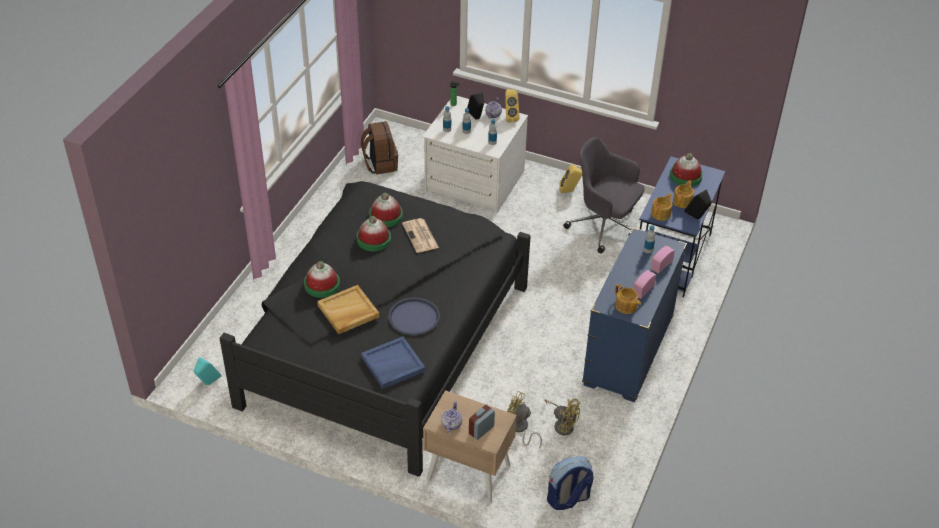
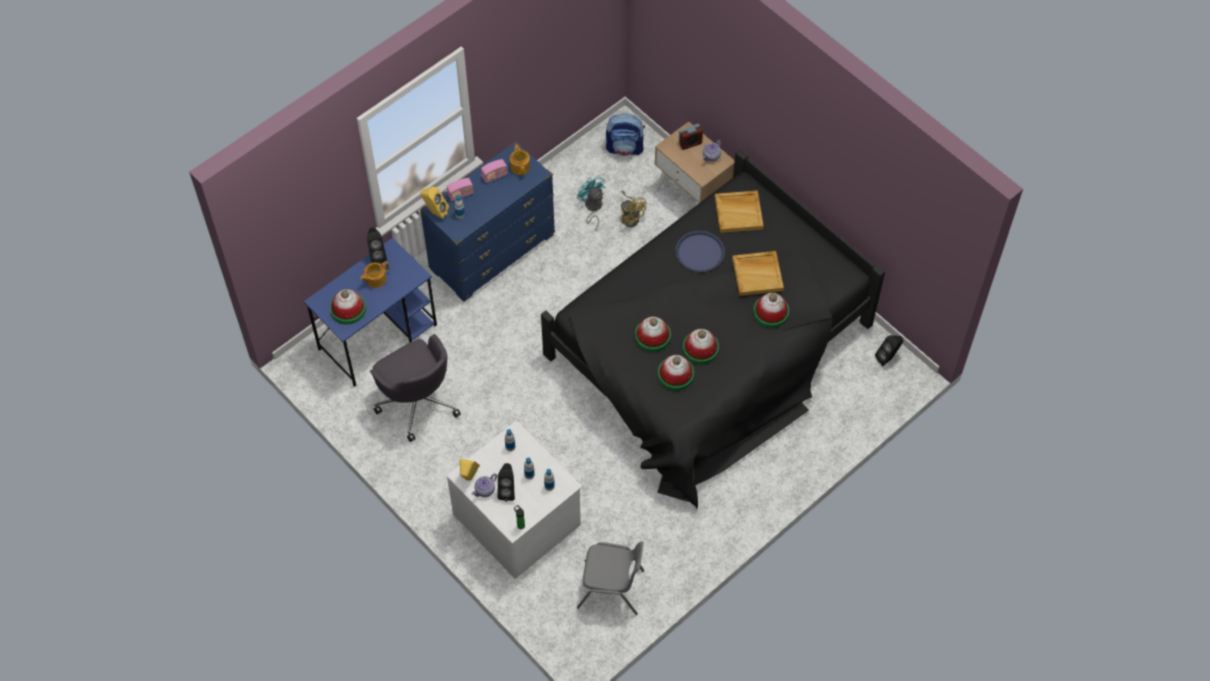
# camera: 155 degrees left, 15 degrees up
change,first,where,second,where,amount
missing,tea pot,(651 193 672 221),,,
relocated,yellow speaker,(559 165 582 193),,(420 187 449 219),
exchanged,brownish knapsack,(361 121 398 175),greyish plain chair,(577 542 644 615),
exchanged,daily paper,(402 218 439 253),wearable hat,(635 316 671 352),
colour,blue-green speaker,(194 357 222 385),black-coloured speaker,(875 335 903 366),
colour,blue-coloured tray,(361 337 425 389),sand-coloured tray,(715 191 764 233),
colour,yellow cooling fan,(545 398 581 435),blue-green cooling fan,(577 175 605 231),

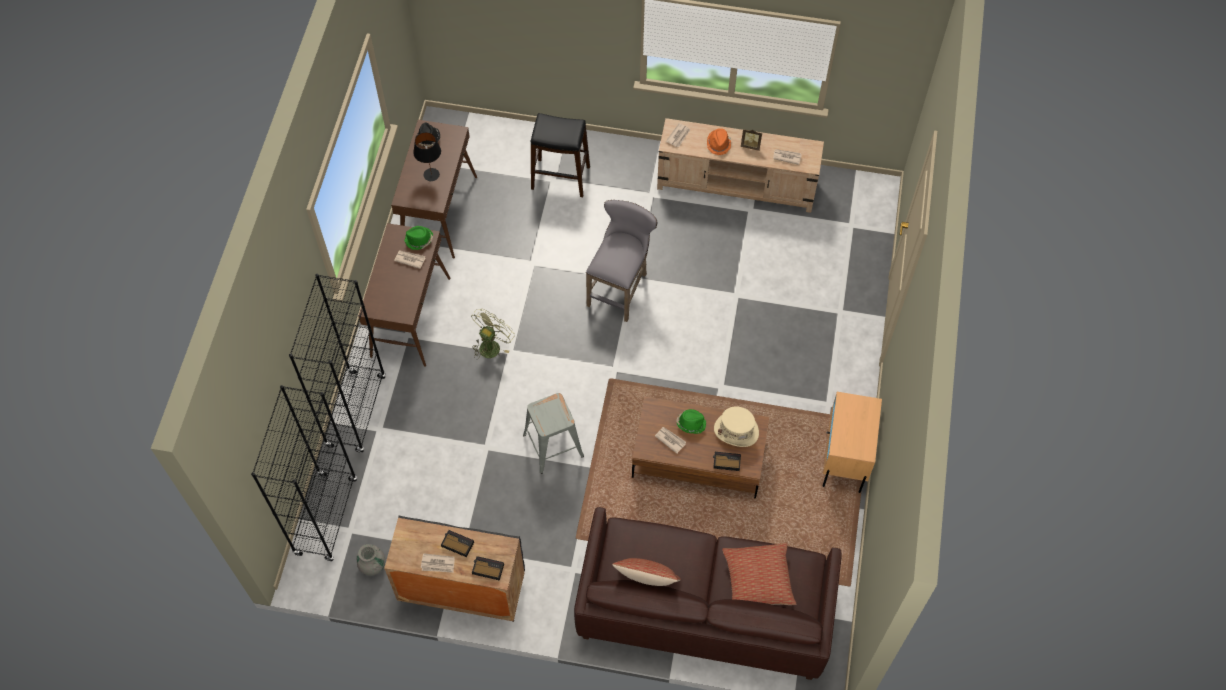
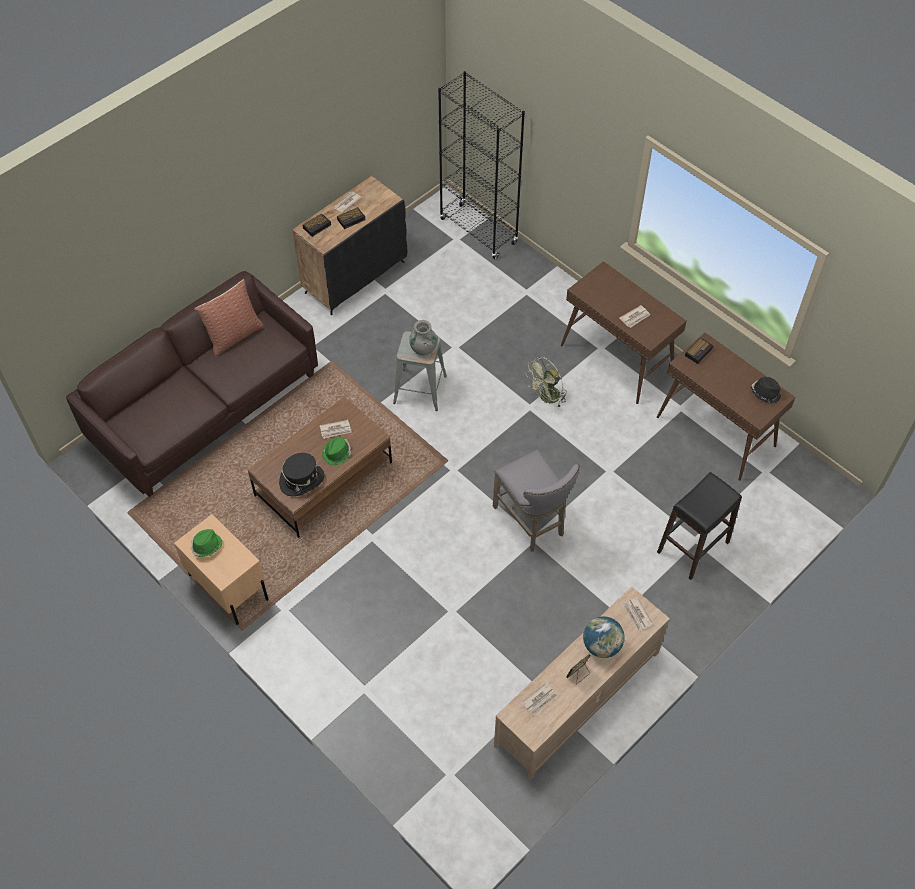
# camera: 125 degrees right, 5 degrees down
change,first,where,second,where,amount
missing,black-coloured shelving unit,(289 274 386 453),,,
missing,black-coloured tabletop lamp,(413 132 441 181),,,
missing,throw pillow,(722 543 796 605),,,
relocated,greyish vase,(357 544 385 576),,(409 320 438 355),
relocated,greenish wearable hat,(404 226 433 250),,(191 529 222 557),
relocated,alarm clock,(713 452 741 471),,(685 337 714 364),
exchanged,orange wearable hat,(707 128 731 155),desk globe,(583 616 624 658),
colour,sand-coloured wearable hat,(714 406 759 447),black-coloured wearable hat,(279 453 324 496),
spun,greenish cooling fan,(471 309 515 359),,(526 356 567 407),75 degrees clockwise

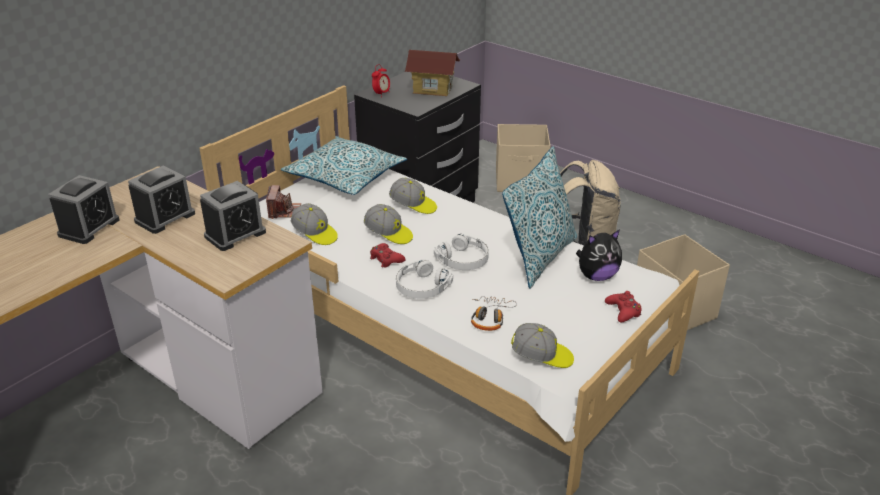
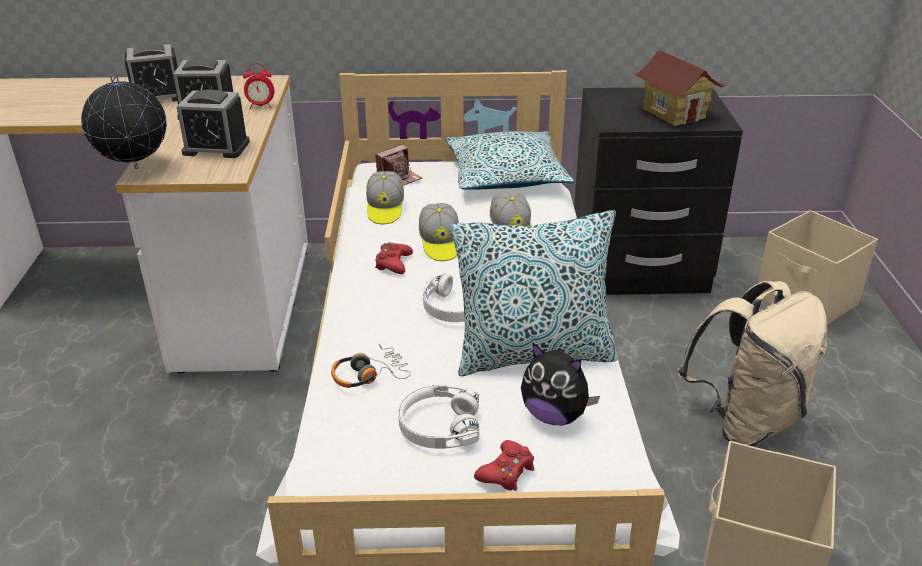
# camera: 50 degrees right, 0 degrees up
change,first,where,second,where,amount
missing,baseball cap,(511 323 574 368),,,
appeared,,,desk globe,(81 74 167 169),
relocated,alarm clock,(372 64 390 96),,(243 63 274 109),
relocated,white pair of headphones,(396 259 453 299),,(398 385 479 448),

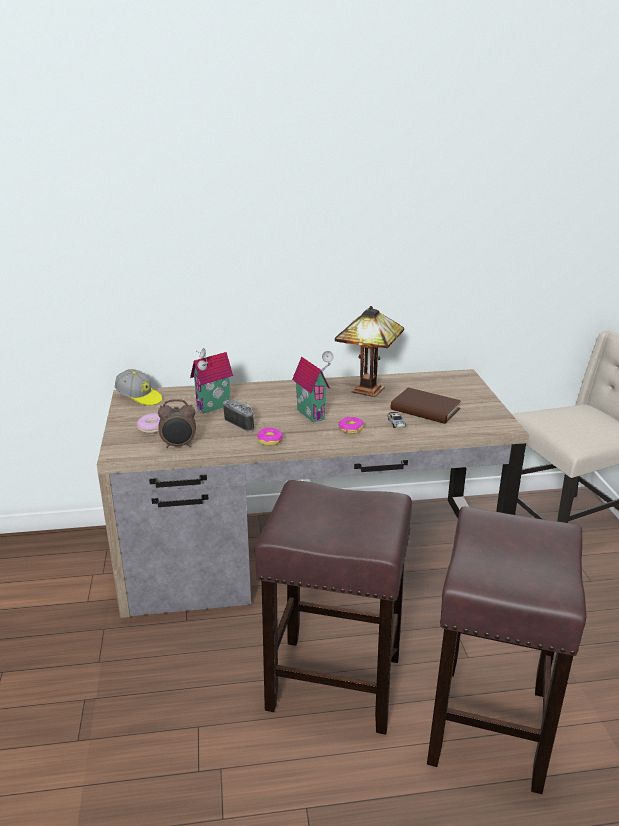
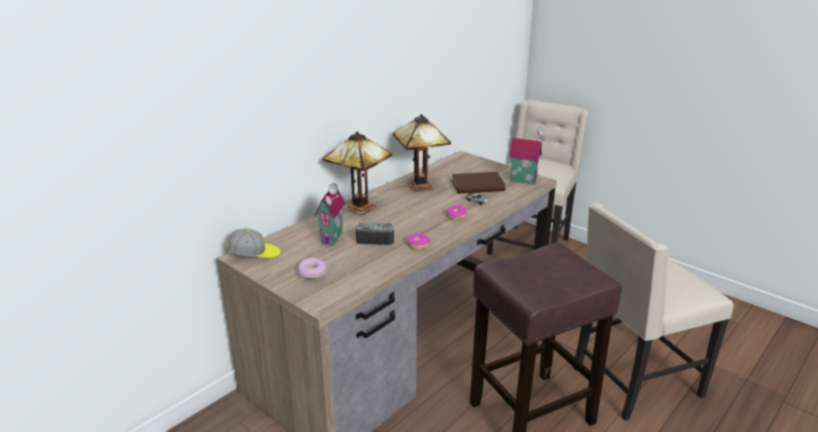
# camera: 40 degrees left, 0 degrees up
change,first,where,second,where,amount
missing,alarm clock,(158 399 196 448),,,
appeared,,,tabletop lamp,(323 131 392 215),
relocated,model house,(292 351 334 422),,(509 126 543 185),
exchanged,brownish sitting stool,(427 507 586 794),sand-coloured plain chair,(573 203 734 421),

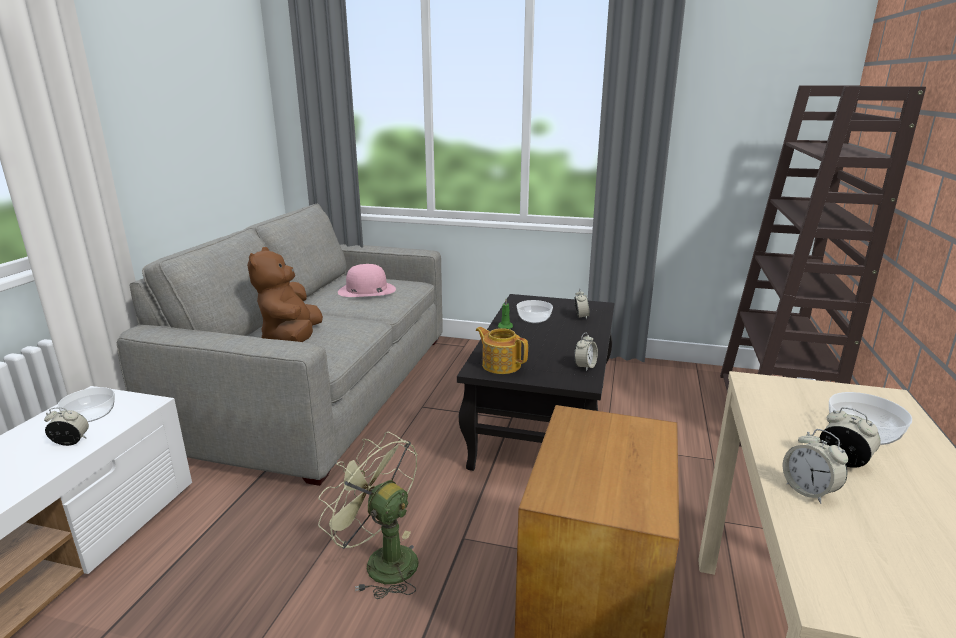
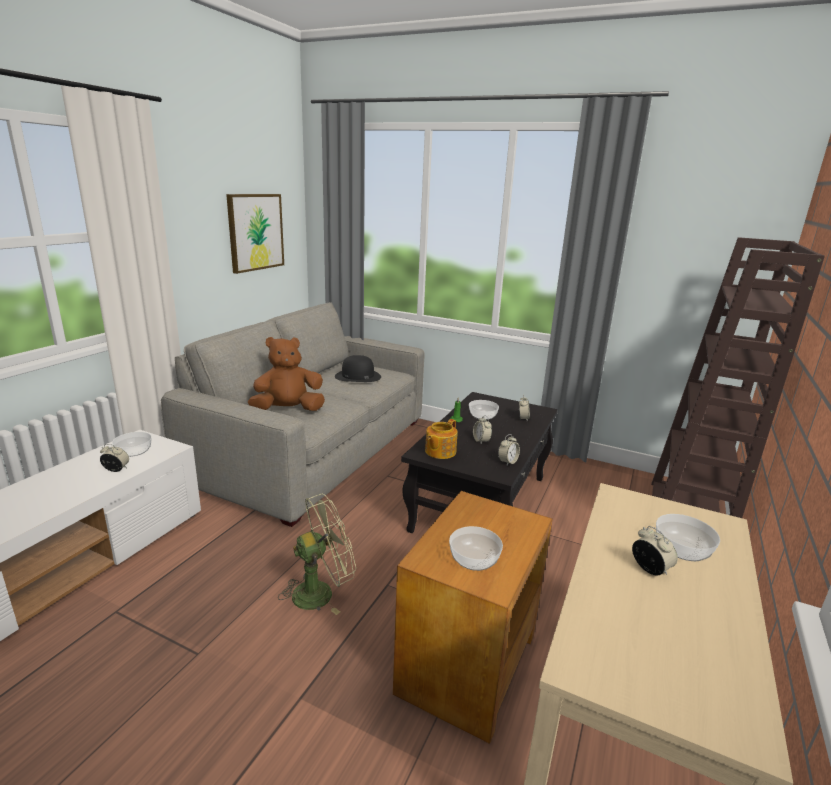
# camera: 10 degrees right, 0 degrees up
change,first,where,second,where,amount
appeared,,,picture,(226 194 284 274),
appeared,,,bowl,(449 526 503 571),
relocated,alarm clock,(783 429 848 504),,(473 415 492 443),
colour,pink-coloured wearable hat,(338 264 396 297),black-coloured wearable hat,(335 355 381 382),
spun,brownish plush toy,(247 247 323 342),,(248 337 325 411),60 degrees clockwise
spun,greenish cooling fan,(318 432 418 599),,(278 494 356 615),105 degrees clockwise
spun,tea pot,(475 327 528 374),,(425 419 458 459),105 degrees counterclockwise

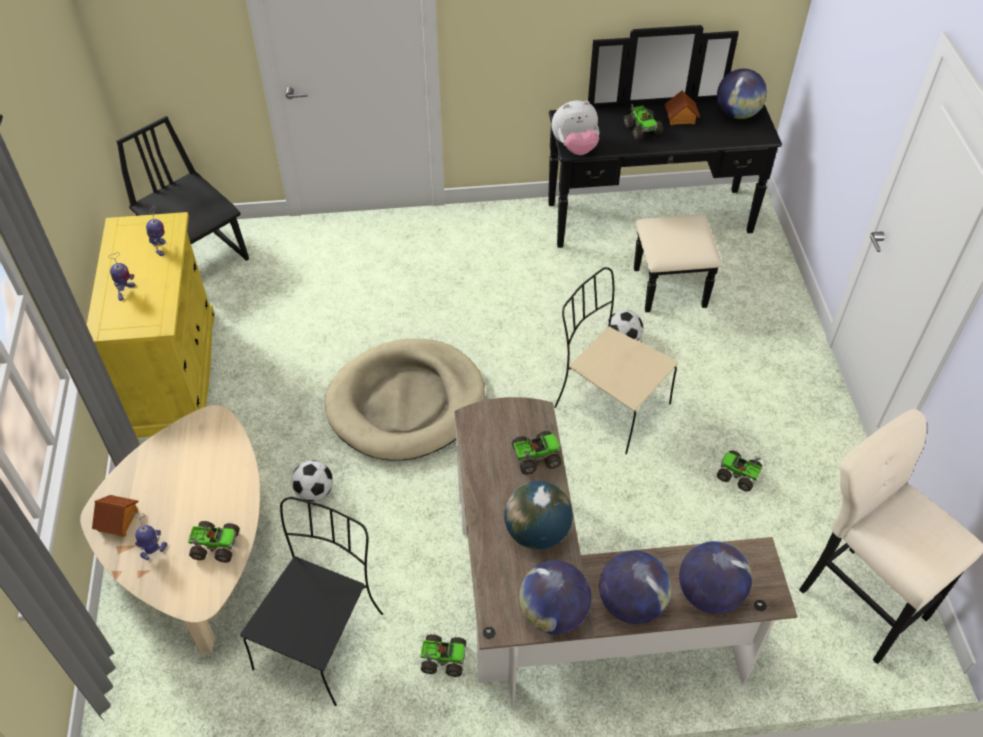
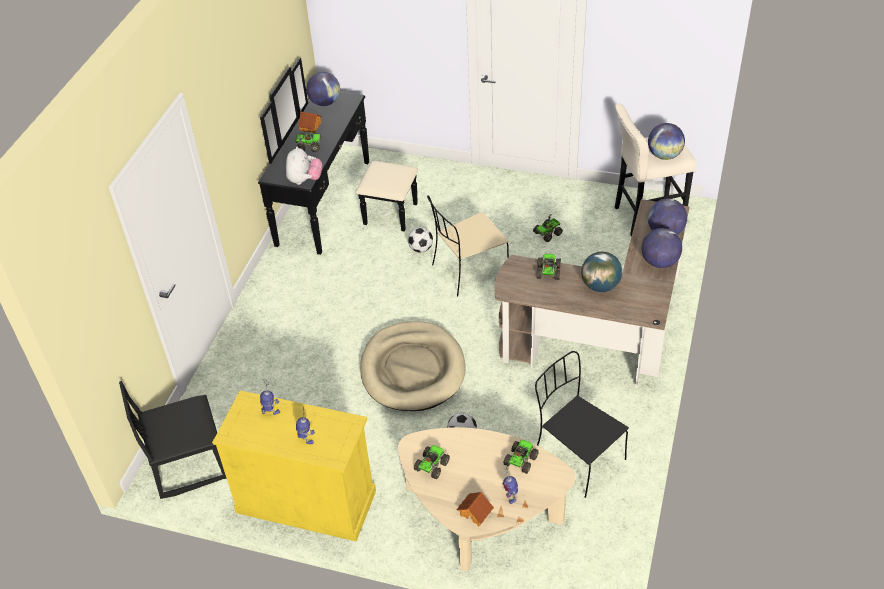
# camera: 65 degrees left, 5 degrees down
change,first,where,second,where,amount
relocated,toy truck,(421 634 466 677),,(414 445 450 479),
relocated,desk globe,(519 560 592 634),,(648 123 685 160),

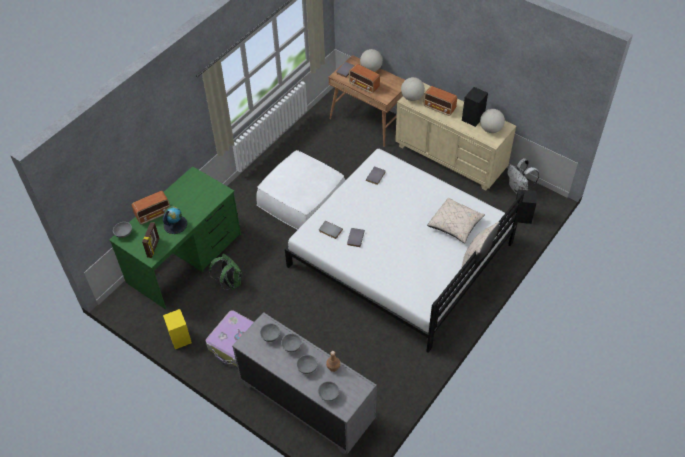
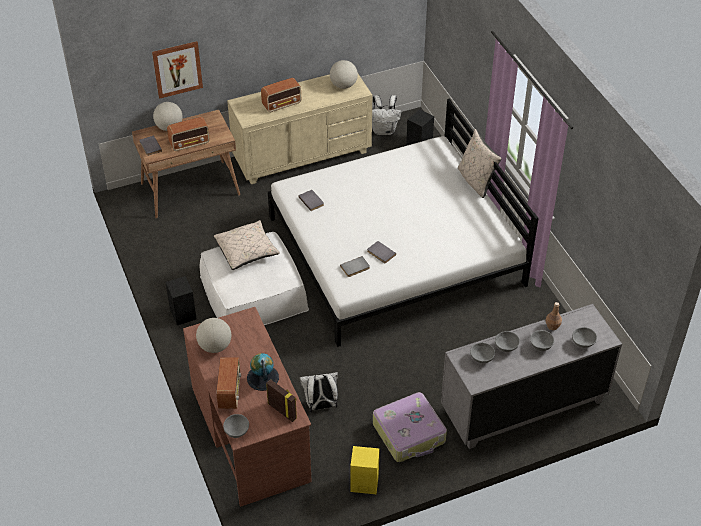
# camera: 60 degrees left, 5 degrees down
change,first,where,second,where,amount
appeared,,,picture,(152 41 203 99),
relocated,desk globe,(401 77 425 101),,(196 318 231 353),
relocated,sand-coloured throw pillow,(427 198 485 243),,(214 220 280 270),
relocated,black-coloured speaker,(462 87 488 127),,(166 276 197 325),
colour,greenish desk table,(109 166 241 309),brownish desk table,(183 307 312 507),
colour,greenish knapsack,(209 253 243 290),white knapsack,(299 372 338 413),

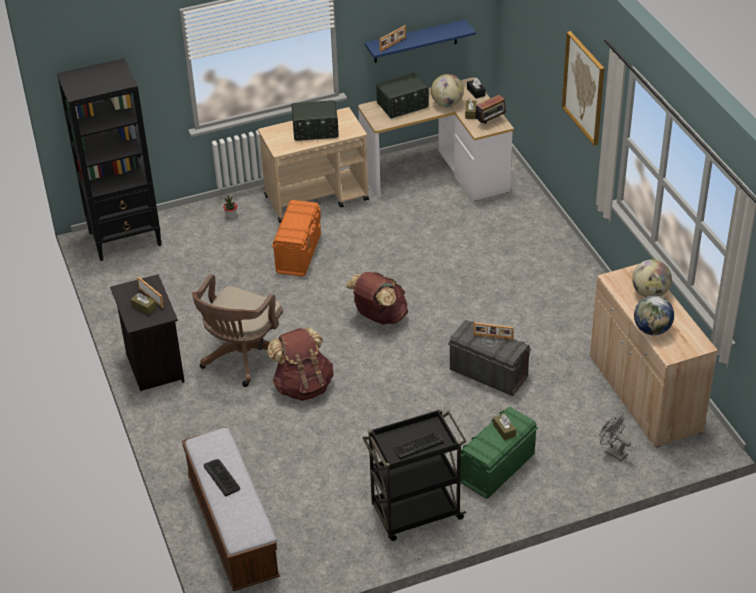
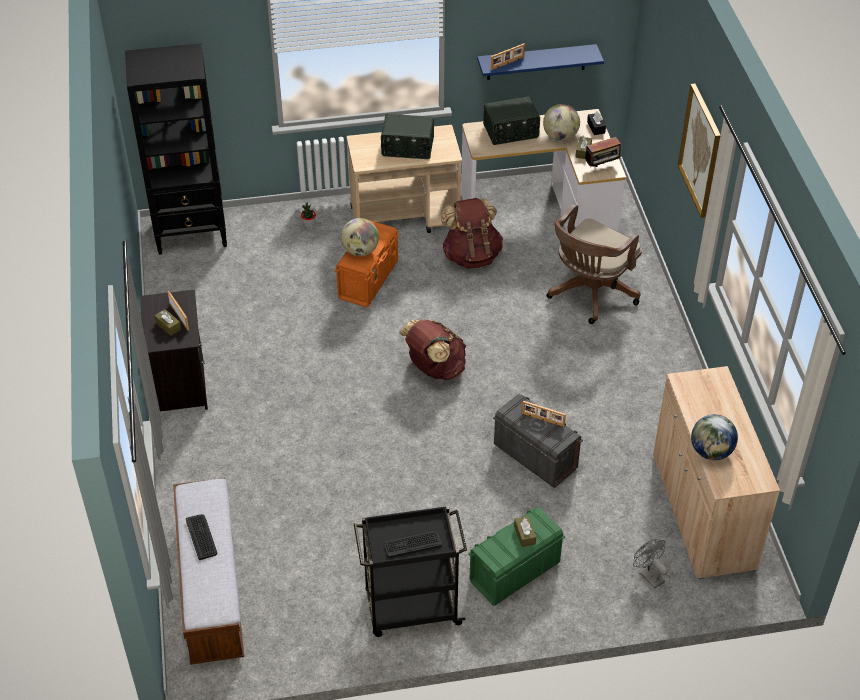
# camera: 10 degrees right, 5 degrees up
change,first,where,second,where,amount
relocated,brownish computer chair,(192 274 283 387),,(547 204 642 324),
relocated,brownish knapsack,(267 327 334 401),,(441 198 503 269),
relocated,desk globe,(632 259 672 297),,(341 218 379 256),

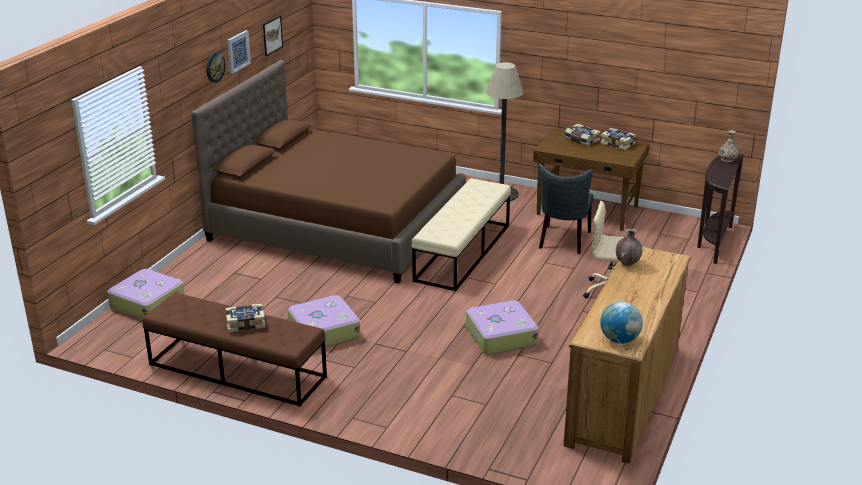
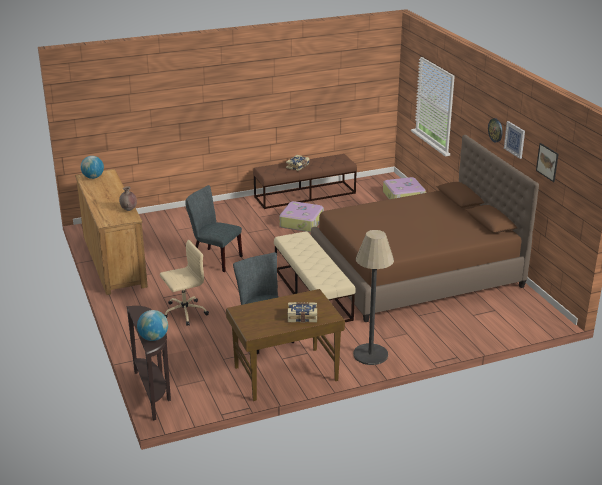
# camera: 135 degrees right, 0 degrees up
change,first,where,second,where,amount
missing,volume,(600 128 636 150),,,
exchanged,piece of luggage,(466 300 539 355),greyish plain chair,(185 185 243 272),
exchanged,vase,(719 130 739 162),desk globe,(137 310 168 341),

